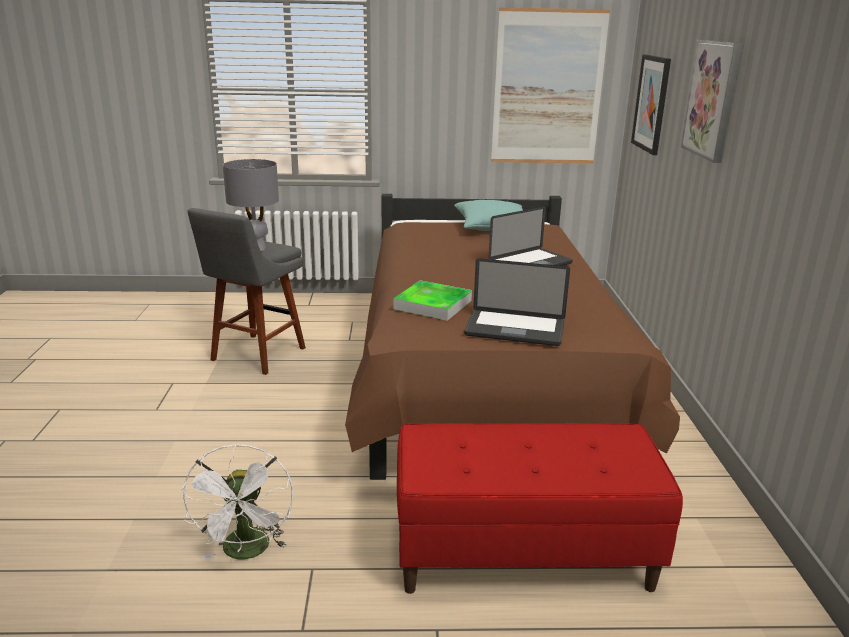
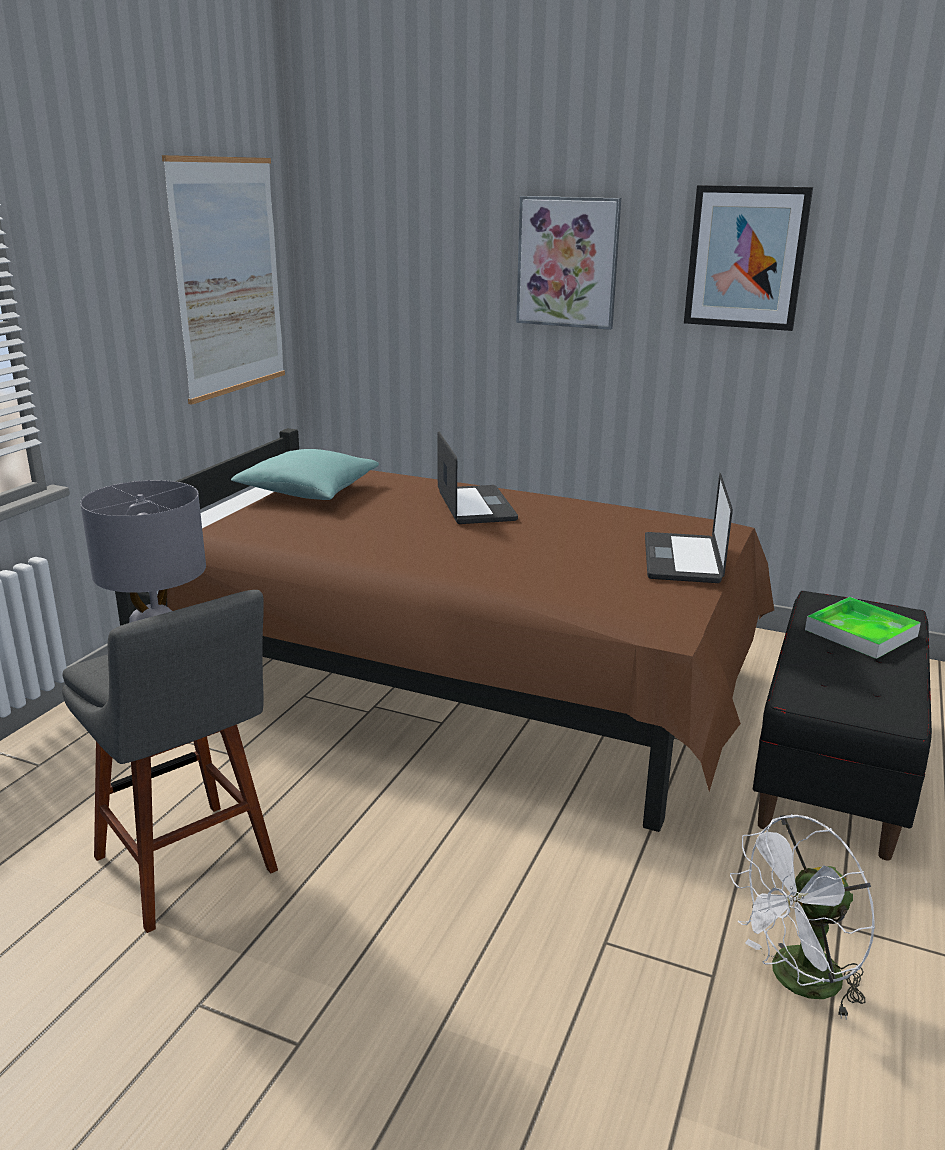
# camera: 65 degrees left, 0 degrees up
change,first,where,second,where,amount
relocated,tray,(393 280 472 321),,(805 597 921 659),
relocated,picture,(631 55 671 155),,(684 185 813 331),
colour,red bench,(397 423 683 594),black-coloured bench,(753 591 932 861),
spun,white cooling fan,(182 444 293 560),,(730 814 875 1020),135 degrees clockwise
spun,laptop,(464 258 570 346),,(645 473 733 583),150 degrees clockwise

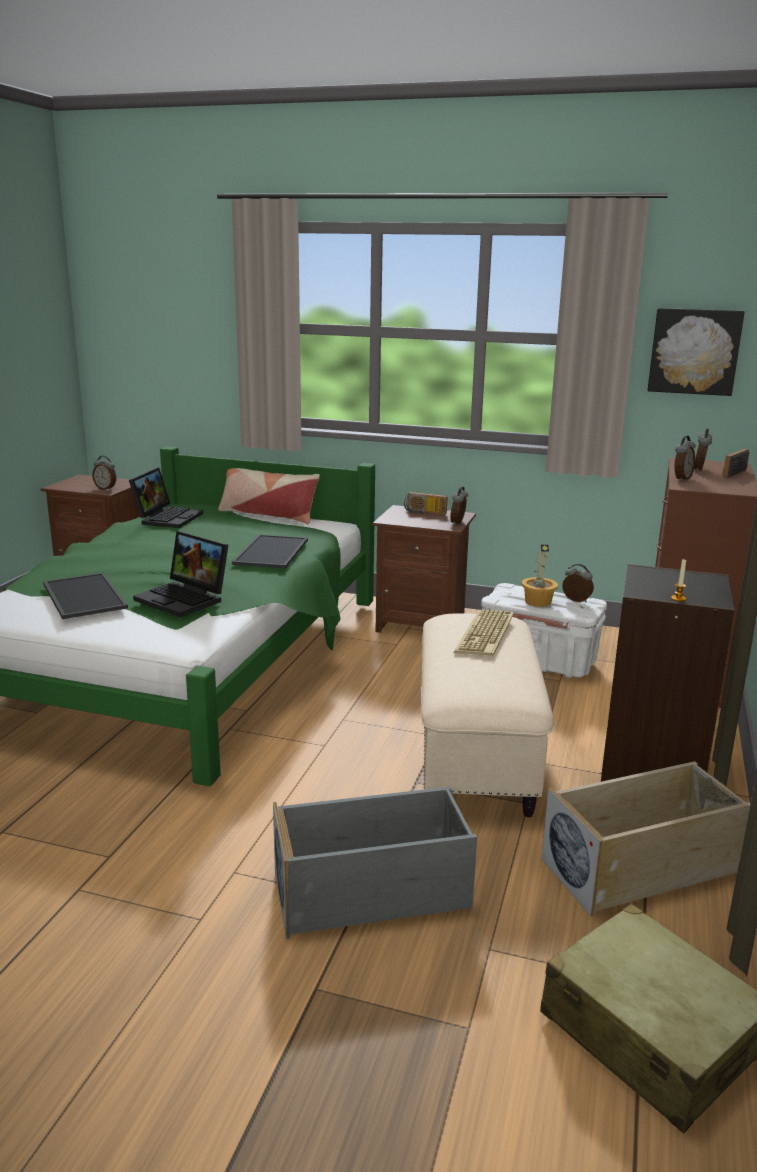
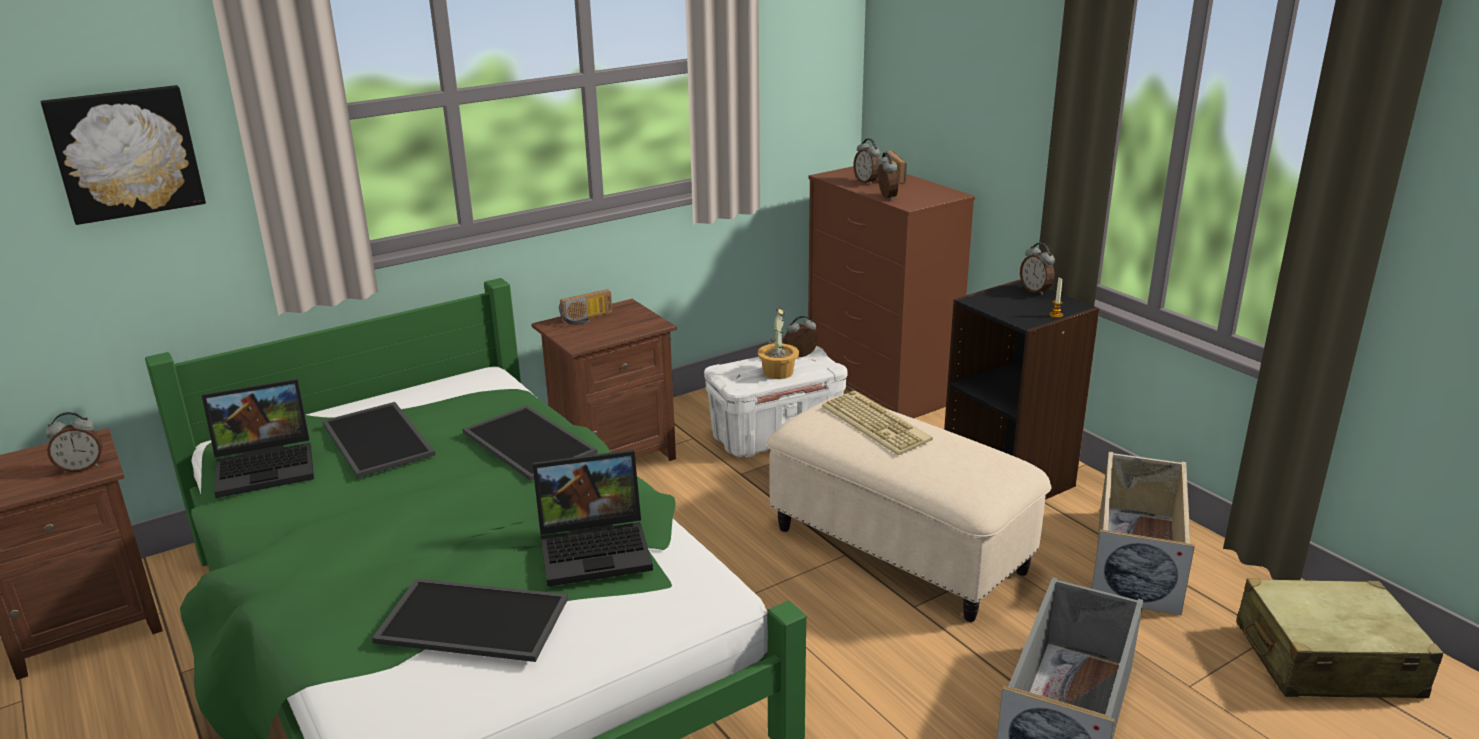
# camera: 50 degrees left, 5 degrees up
change,first,where,second,where,amount
missing,throw pillow,(218 468 320 524),,,
appeared,,,tray,(323 402 435 478),
relocated,alarm clock,(450 486 468 525),,(1020 243 1055 295),
relocated,picture,(647 308 745 396),,(41 85 206 225),
spun,laptop,(129 468 203 528),,(202 379 314 498),105 degrees clockwise

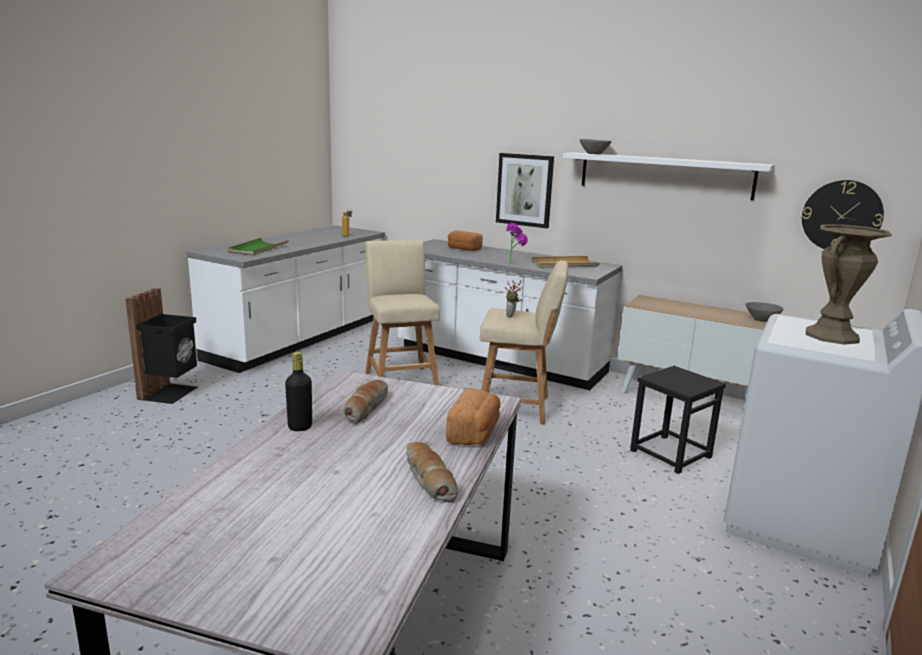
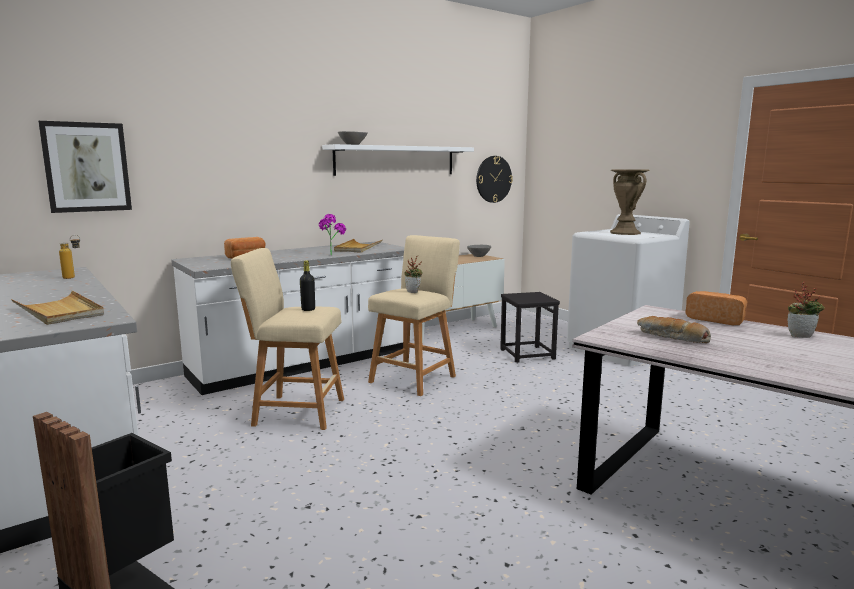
# camera: 65 degrees left, 5 degrees down
change,first,where,second,where,amount
relocated,black-coloured beverage bottle,(285 352 312 431),,(300 260 315 311),
relocated,picture,(496 153 554 228),,(38 121 132 213),
exchanged,bakery bread,(407 442 458 503),plant in a pot,(787 282 825 338),
colour,greenish tray,(228 238 289 256),sand-coloured tray,(11 291 104 325),

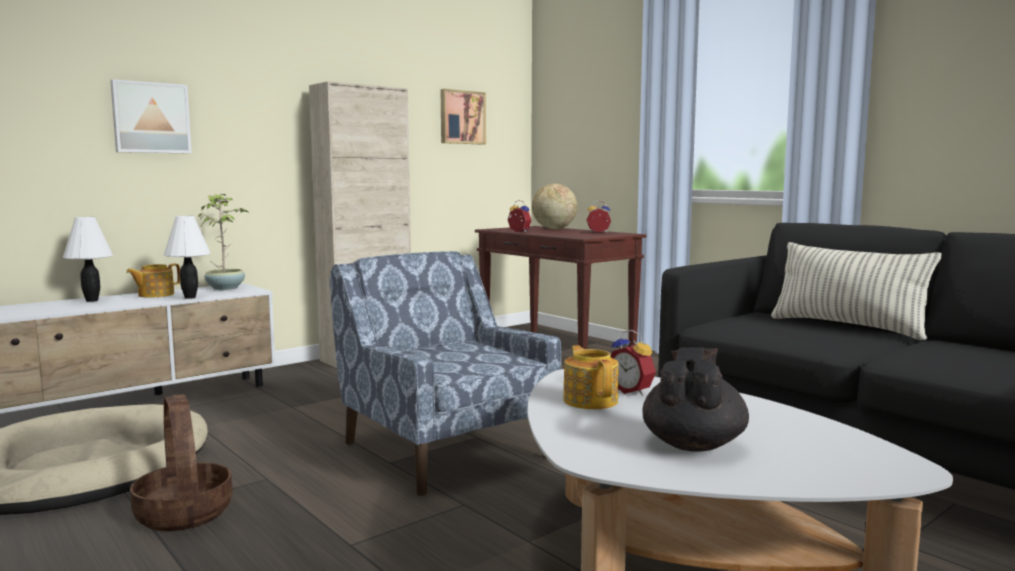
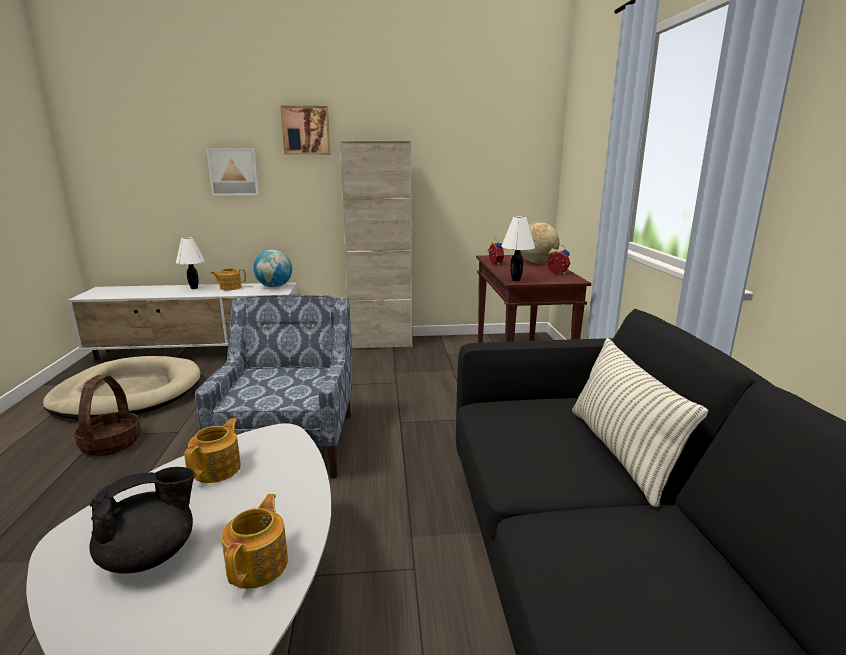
# camera: 35 degrees right, 10 degrees up
change,first,where,second,where,amount
missing,alarm clock,(611 330 656 395),,,
appeared,,,tea pot,(221 494 288 589),
relocated,white tabletop lamp,(164 216 210 299),,(501 216 535 281),
relocated,picture,(441 89 486 145),,(280 106 331 155),
exchanged,plant in a pot,(198 194 248 290),desk globe,(253 250 292 288),

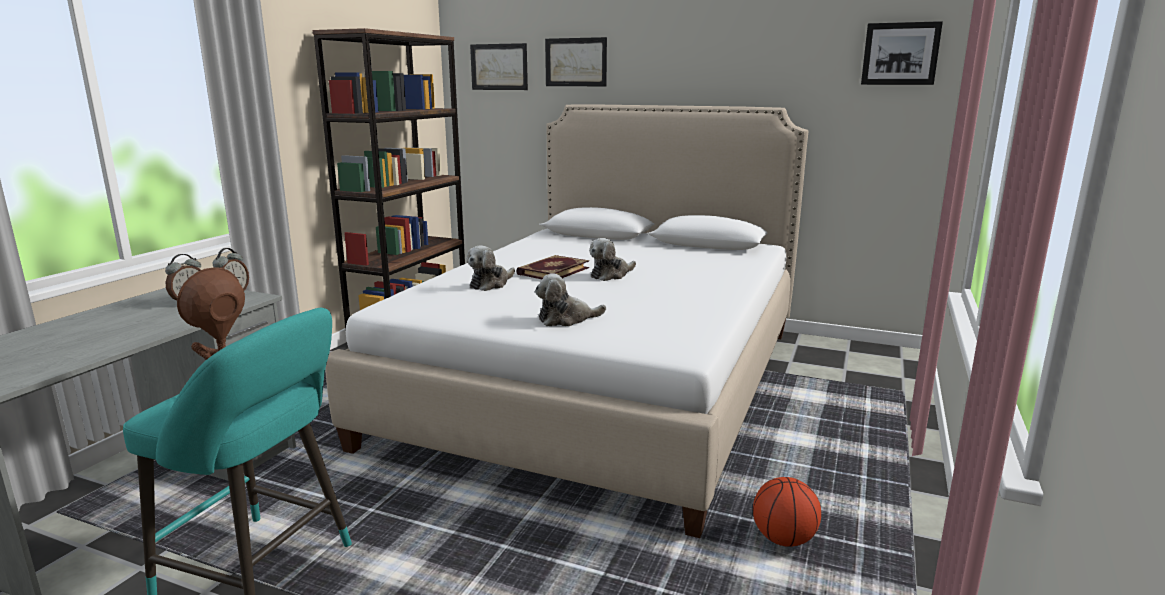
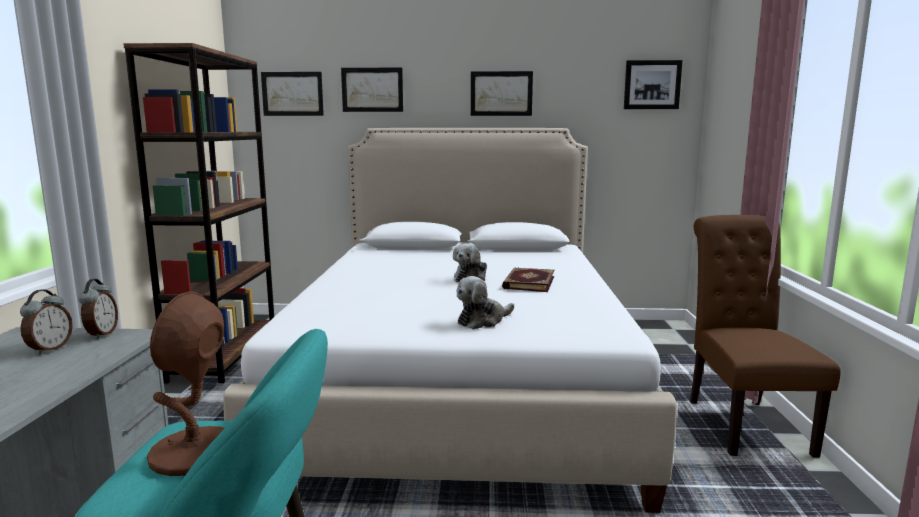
# camera: 20 degrees left, 5 degrees down
change,first,where,second,where,amount
missing,plush toy,(466 245 515 291),,,
missing,basketball,(753 477 821 547),,,
appeared,,,picture,(471 71 533 116),
appeared,,,brownish plain chair,(690 215 841 458),
relocated,volume,(516 255 589 280),,(502 268 554 292),

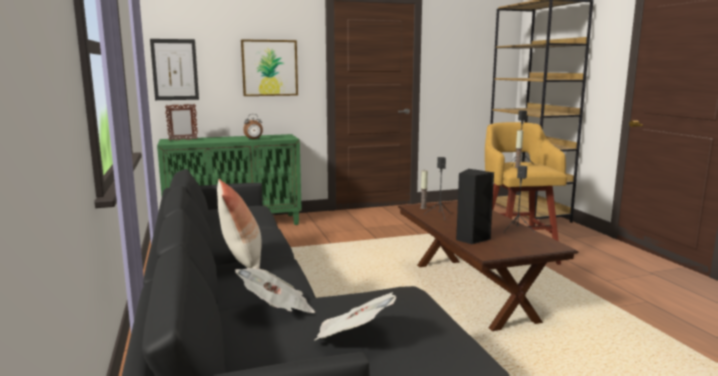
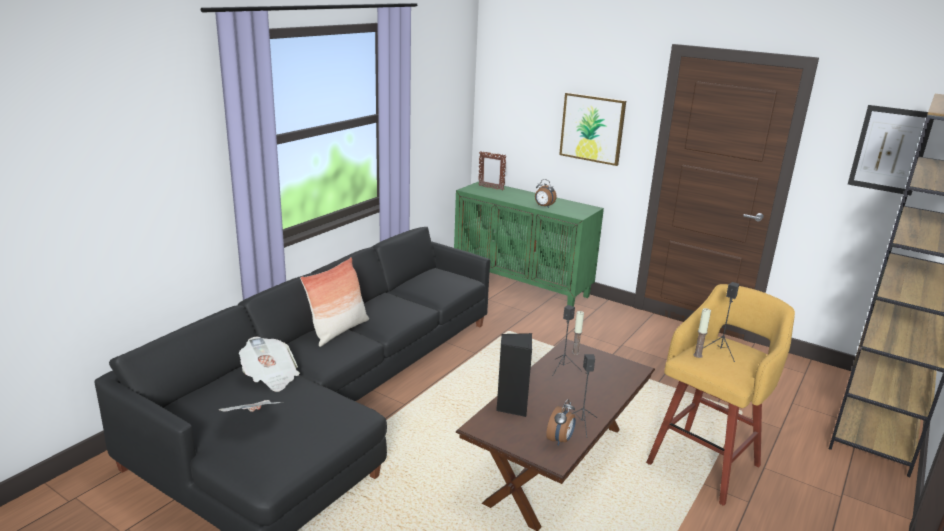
# camera: 50 degrees right, 10 degrees up
change,first,where,second,where,amount
appeared,,,alarm clock,(546 399 576 445),
relocated,picture,(150 39 199 100),,(848 105 934 195),

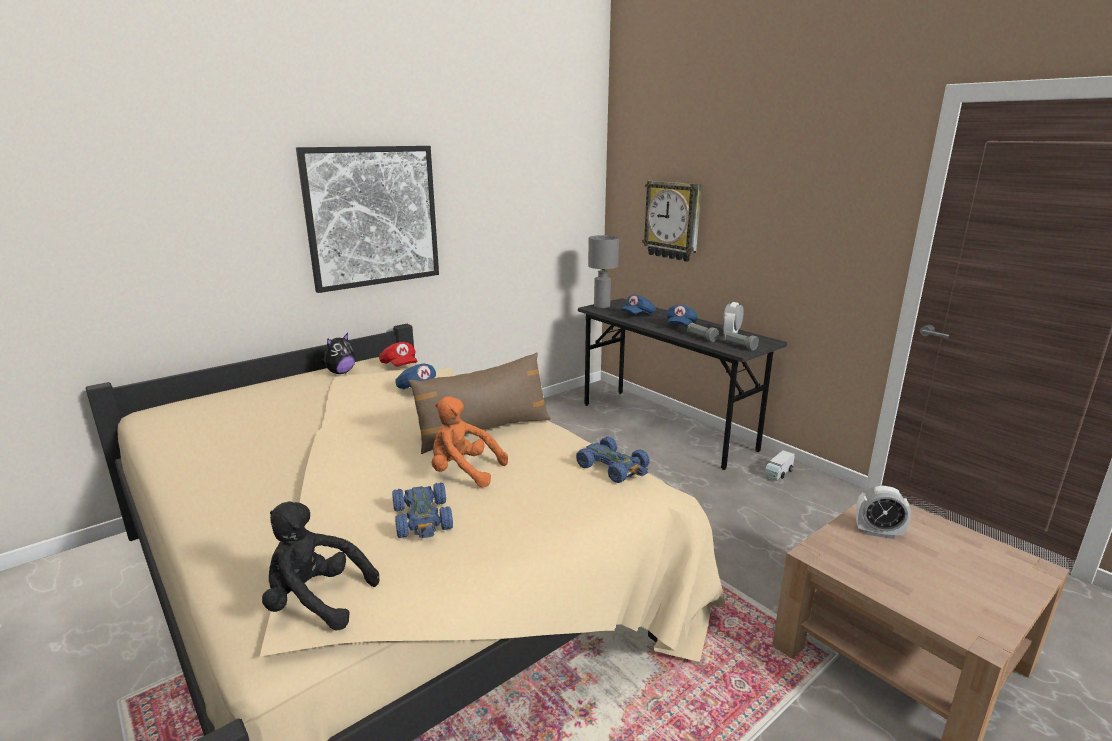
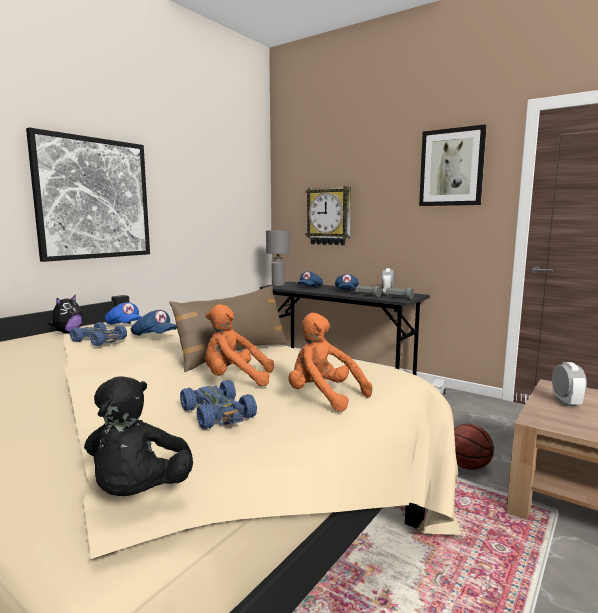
# camera: 15 degrees left, 10 degrees down
change,first,where,second,where,amount
appeared,,,orange plush toy,(288 313 372 412),
appeared,,,picture,(419 125 487 206),
appeared,,,basketball,(454 424 494 470),
relocated,blue-coloured model car,(576 437 650 483),,(70 322 127 346),
colour,red baseball cap,(379 342 417 367),blue-coloured baseball cap,(105 302 142 325),
spun,black-coloured plush toy,(262 502 379 630),,(84 376 193 496),90 degrees counterclockwise
spun,alarm clock,(856 486 911 539),,(552 362 587 407),90 degrees counterclockwise

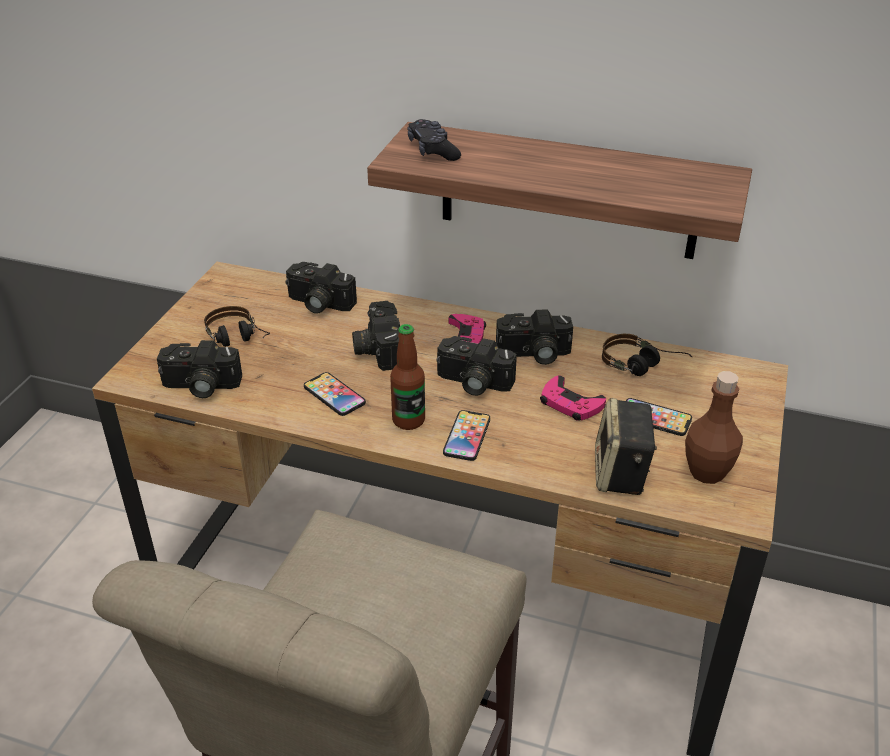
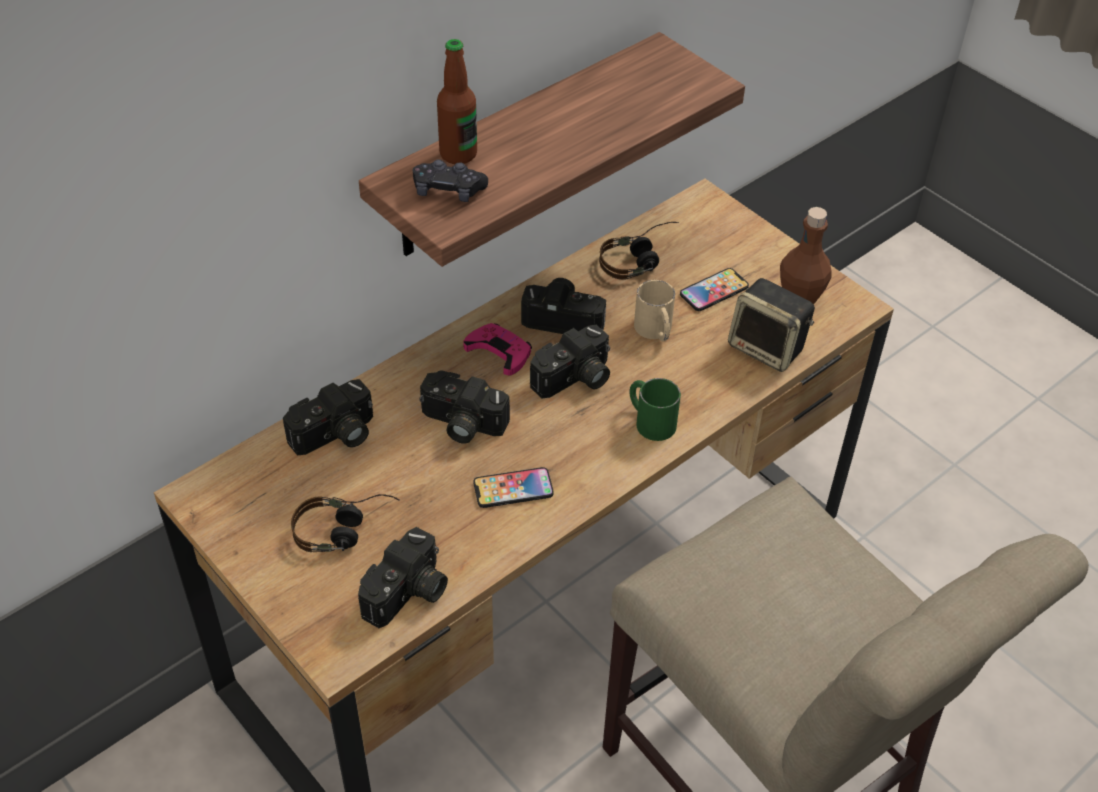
# camera: 60 degrees left, 10 degrees up
change,first,where,second,where,amount
relocated,beverage bottle,(390 324 425 430),,(437 39 477 164),
exchanged,phone,(443 410 490 461),greenish tea mug,(630 378 681 441),
exchanged,pink-coloured joypad,(540 375 606 421),sand-coloured tea mug,(634 280 675 341),
spun,photo camera,(496 309 573 365),,(521 278 606 334),105 degrees counterclockwise

